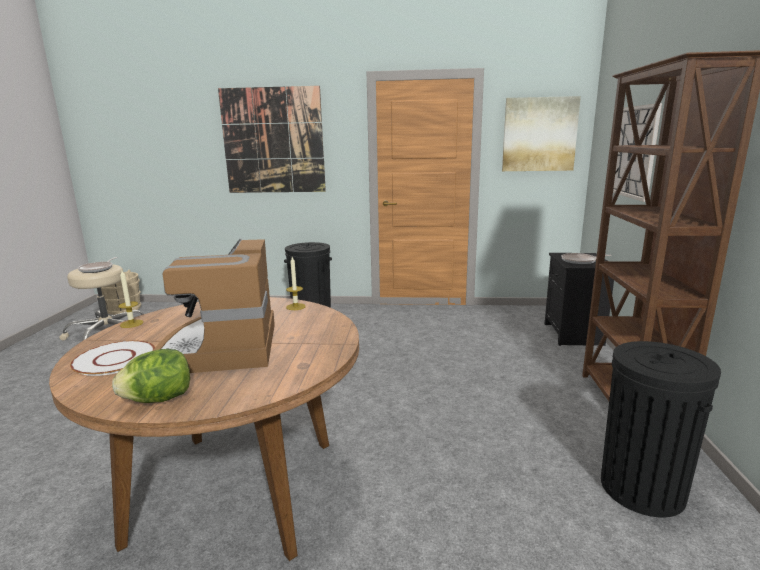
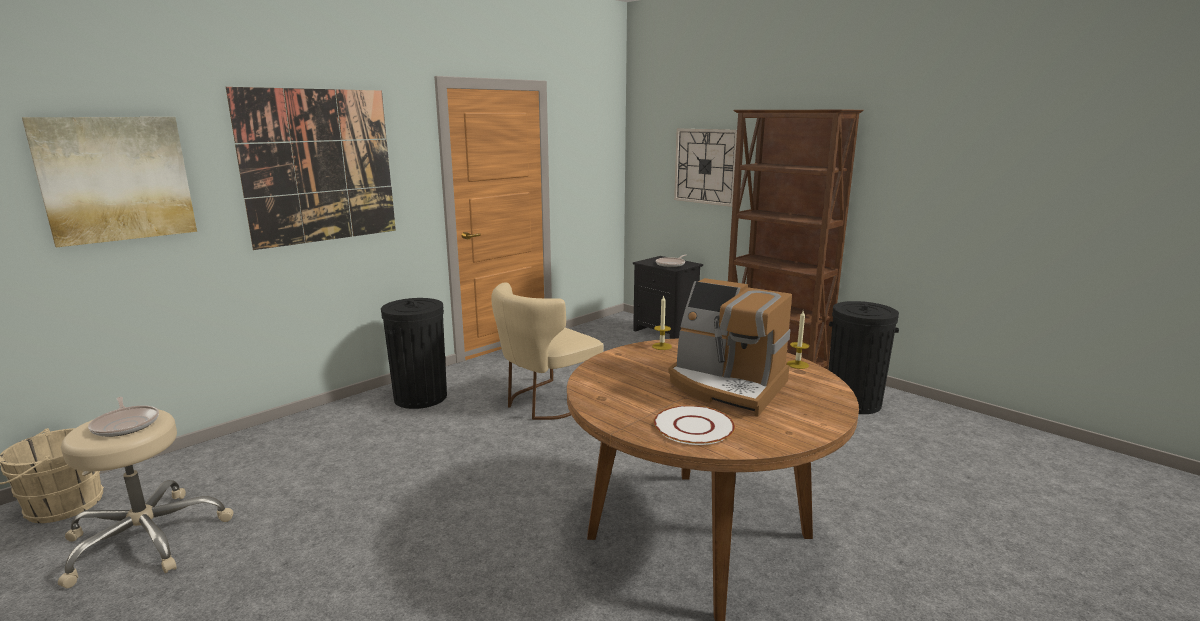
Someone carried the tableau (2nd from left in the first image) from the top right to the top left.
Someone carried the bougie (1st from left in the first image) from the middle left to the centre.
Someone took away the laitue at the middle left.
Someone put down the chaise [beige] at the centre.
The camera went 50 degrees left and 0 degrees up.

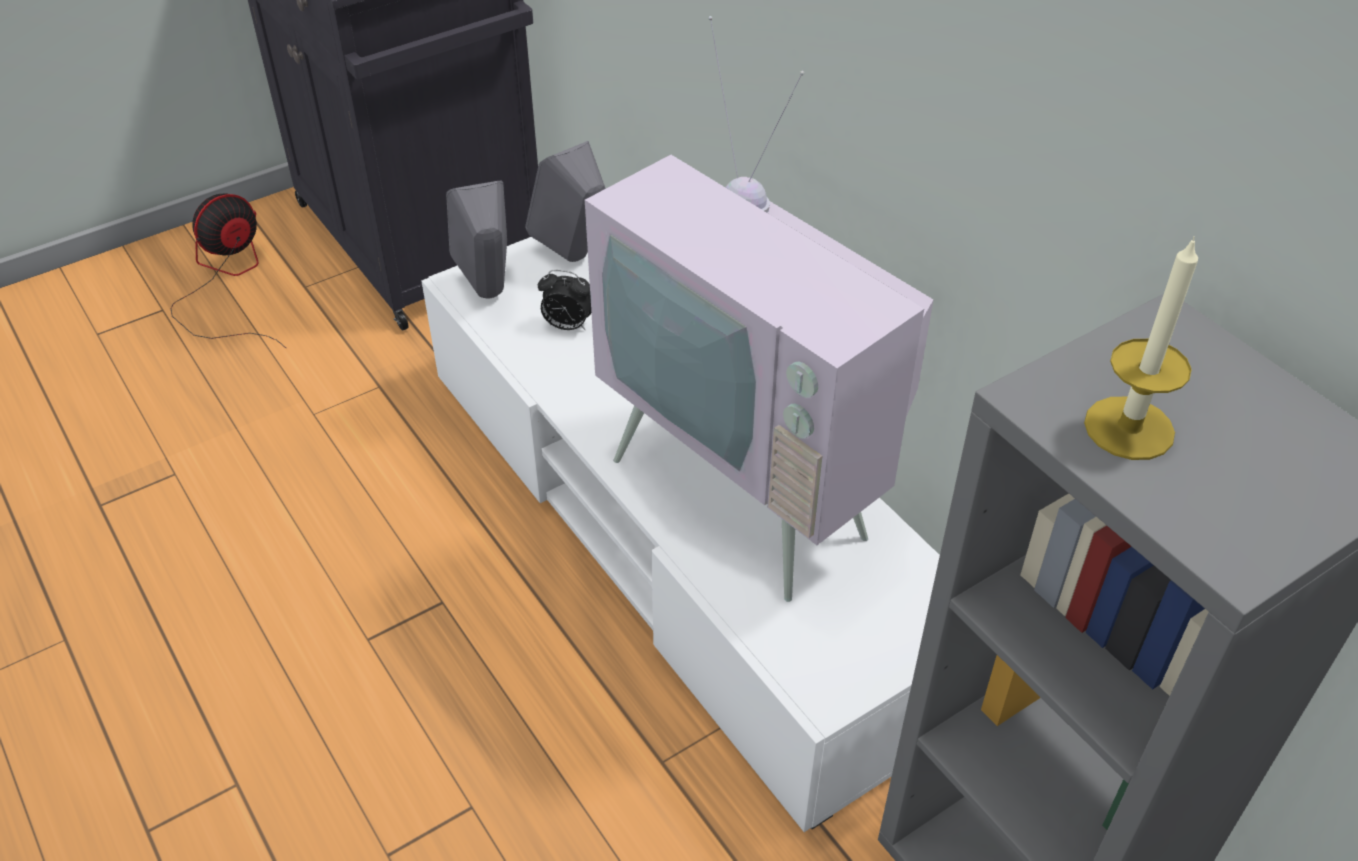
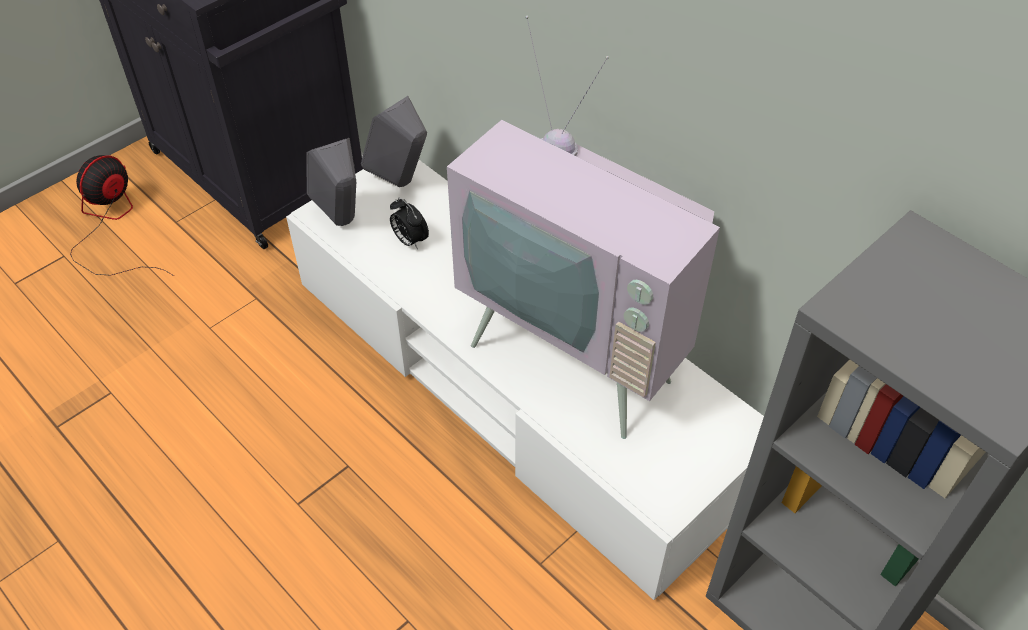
Someone took away the bougie at the middle right.
Someone rotated the réveil at the centre by 45 degrees clockwise.
The camera went 10 degrees left and 5 degrees up.

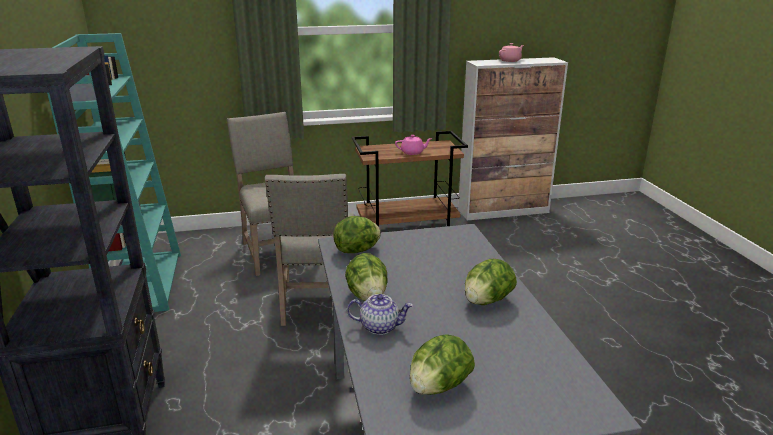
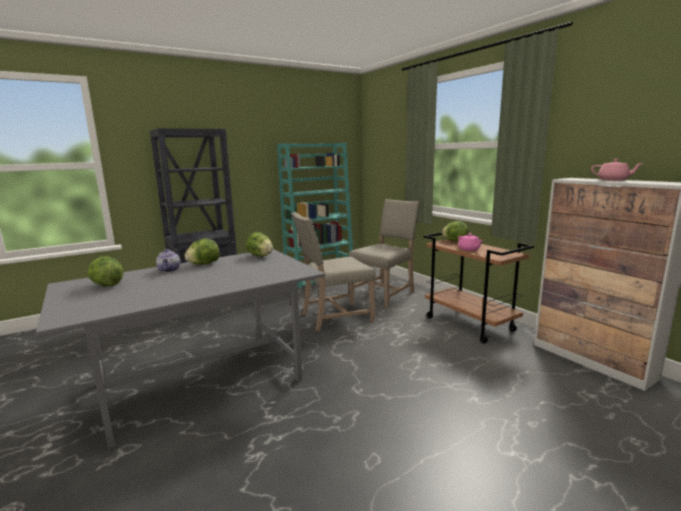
Someone carried the laitue (4th from left) from the centre to the middle right.
The camera went 70 degrees right and 10 degrees down.

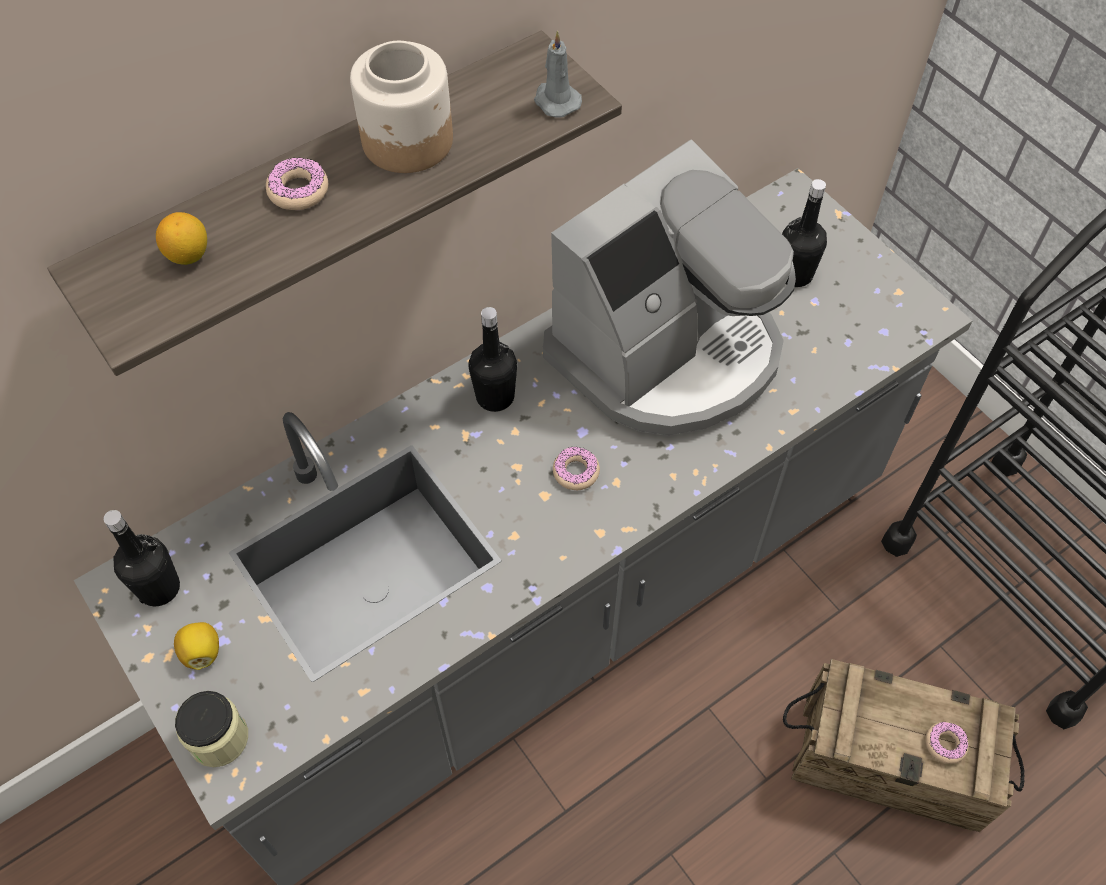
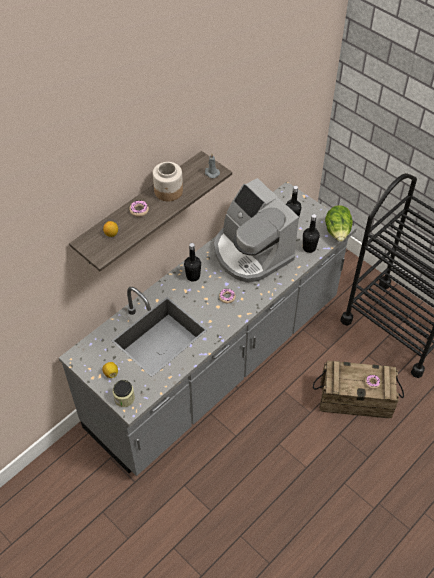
Someone rotated the machine à café at the top centre by 105 degrees clockwise.
Someone carried the bouteille [noir] (1st from left in the first image) from the middle left to the middle right.
Someone put down the laitue at the middle right.
The camera went 10 degrees left and 5 degrees down.

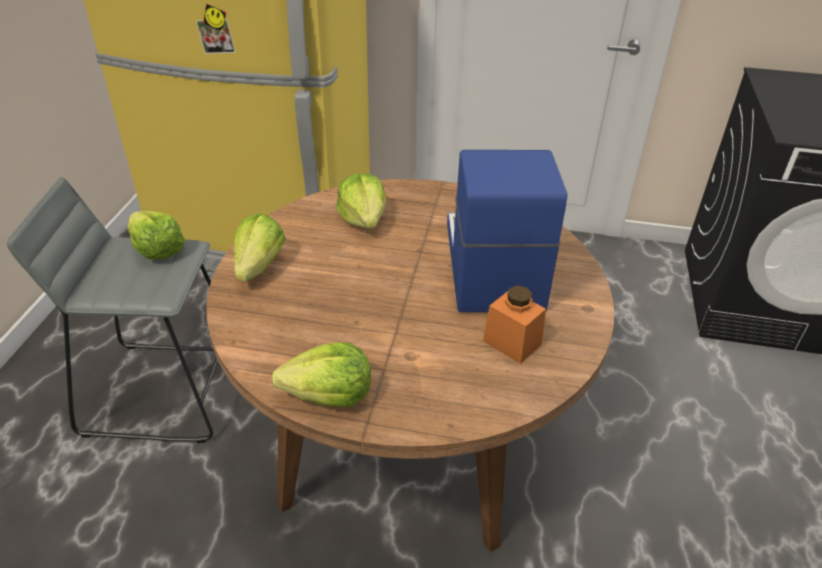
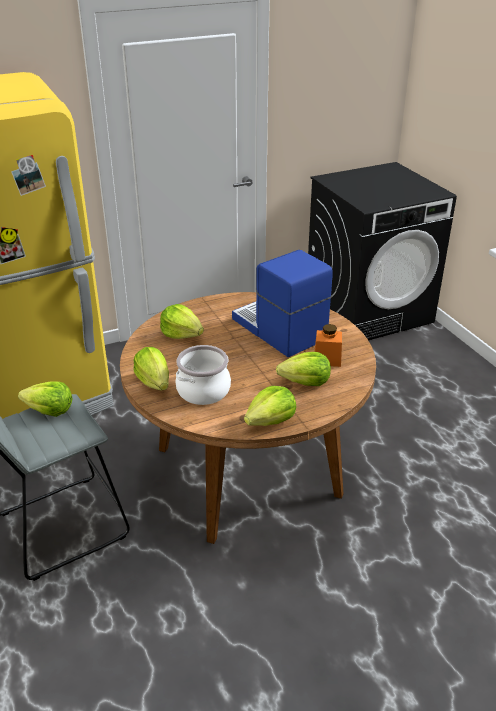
Someone put down the marmite at the centre.
Someone put down the laitue (5th from left) at the centre.
The camera went 35 degrees left and 5 degrees down.

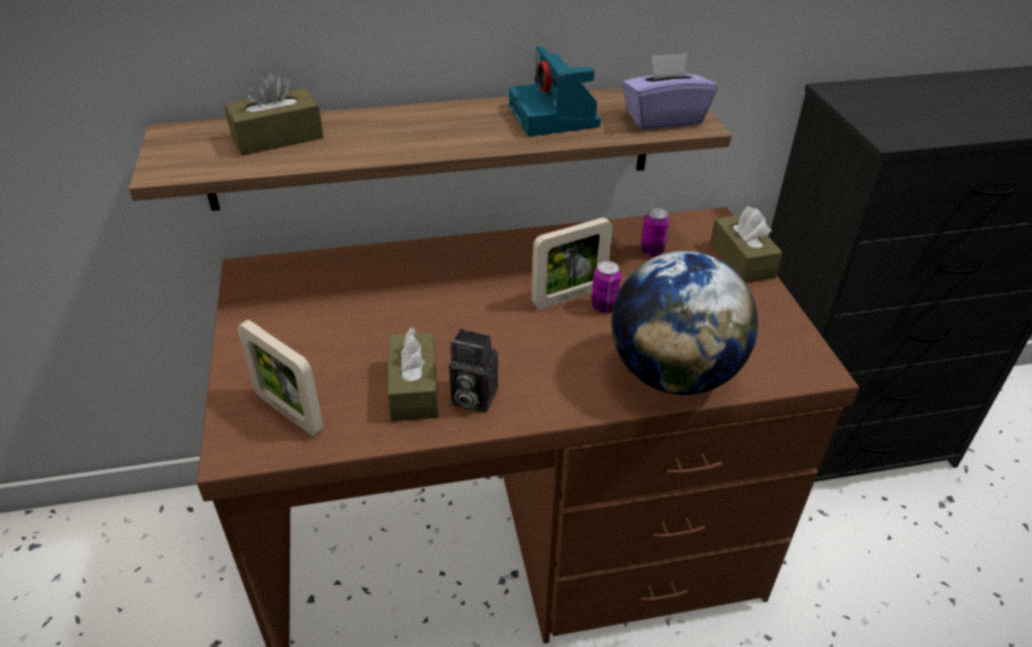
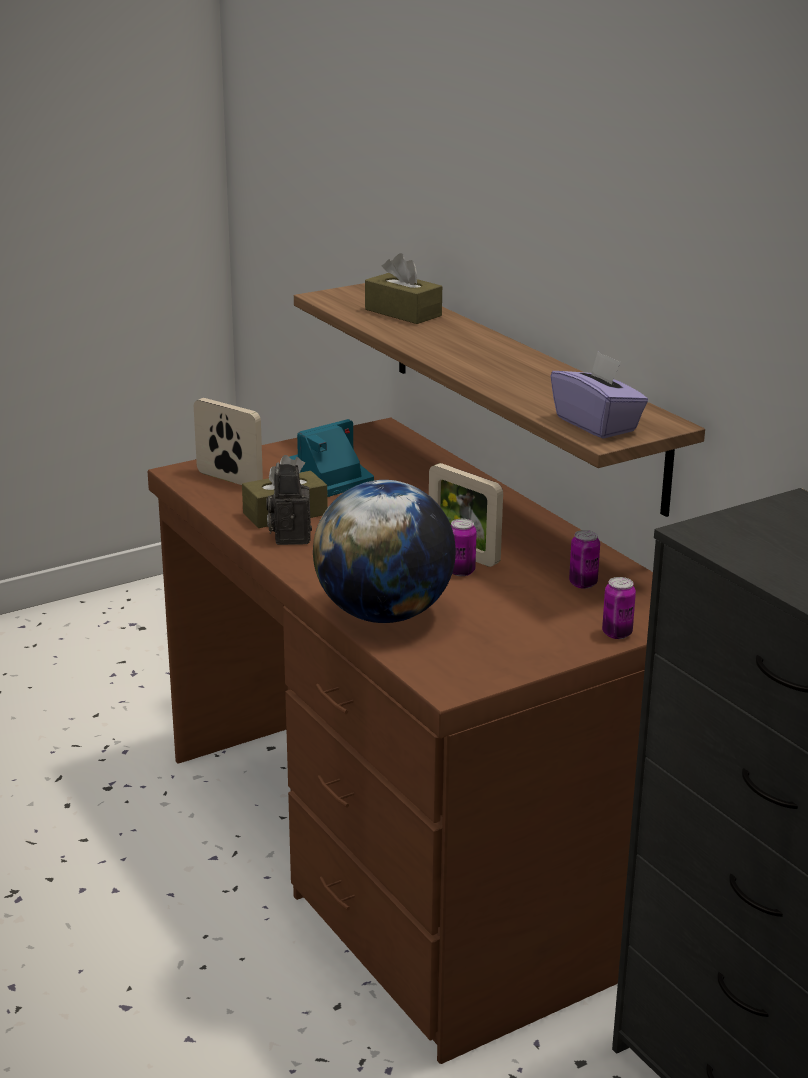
Someone carried the appareil photo (2nd from left) from the top centre to the centre.
Someone swapped the boîte à mouchoirs [marron] (3rd from left) at the middle right for the boîte métallique (3rd from left) at the middle right.
Someone rotated the cadre photo (1st from left) at the middle left by 105 degrees clockwise.
The camera went 70 degrees right and 15 degrees down.

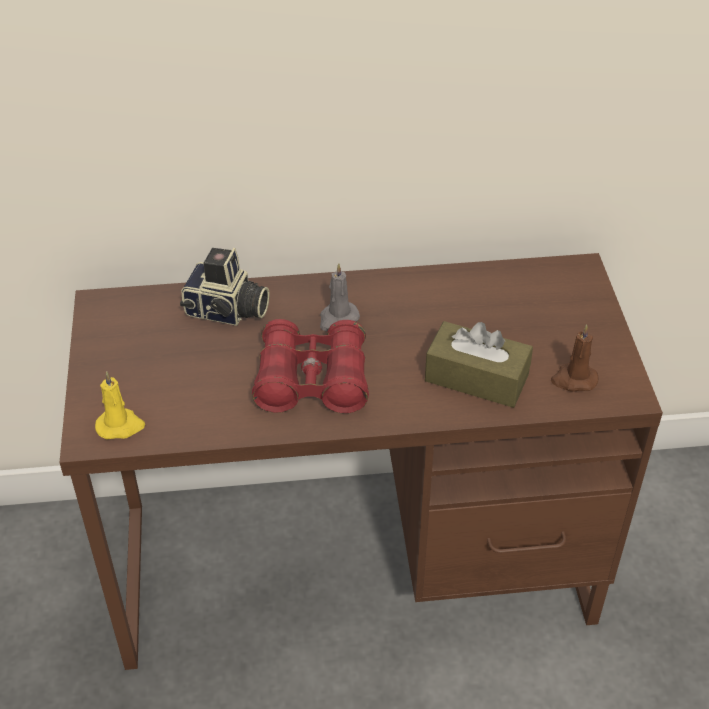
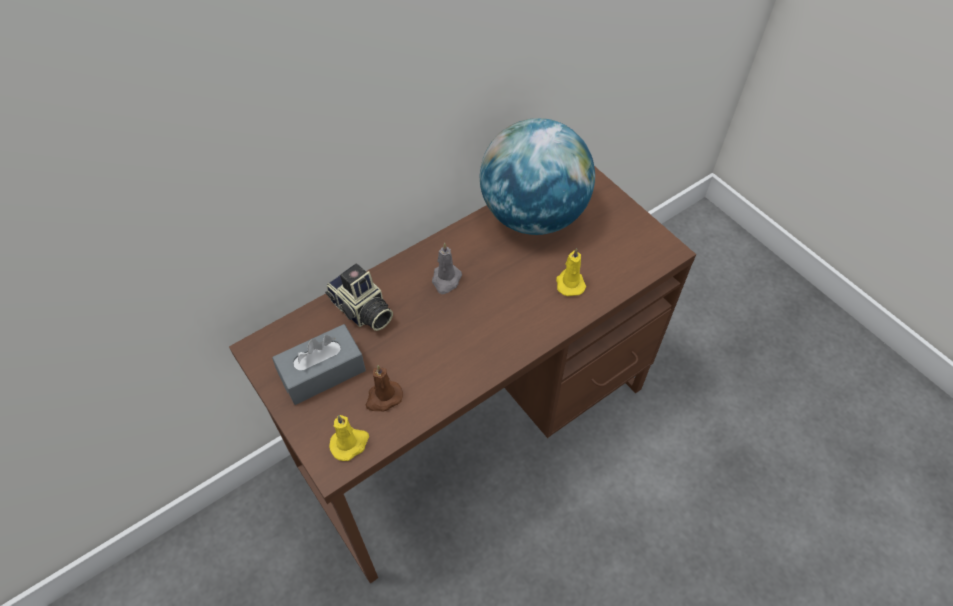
Someone rotated the appareil photo at the middle left by 60 degrees clockwise.
Someone took away the jumelles [rouge] at the centre.
Someone swapped the boîte à mouchoirs [marron] at the middle right for the bougie [jaune] (2nd from left) at the centre.
Someone carried the bougie [marron] from the middle right to the centre.
Someone put down the globe at the top centre.
Someone put down the boîte à mouchoirs [gris] at the centre.
The camera went 30 degrees left and 10 degrees up.

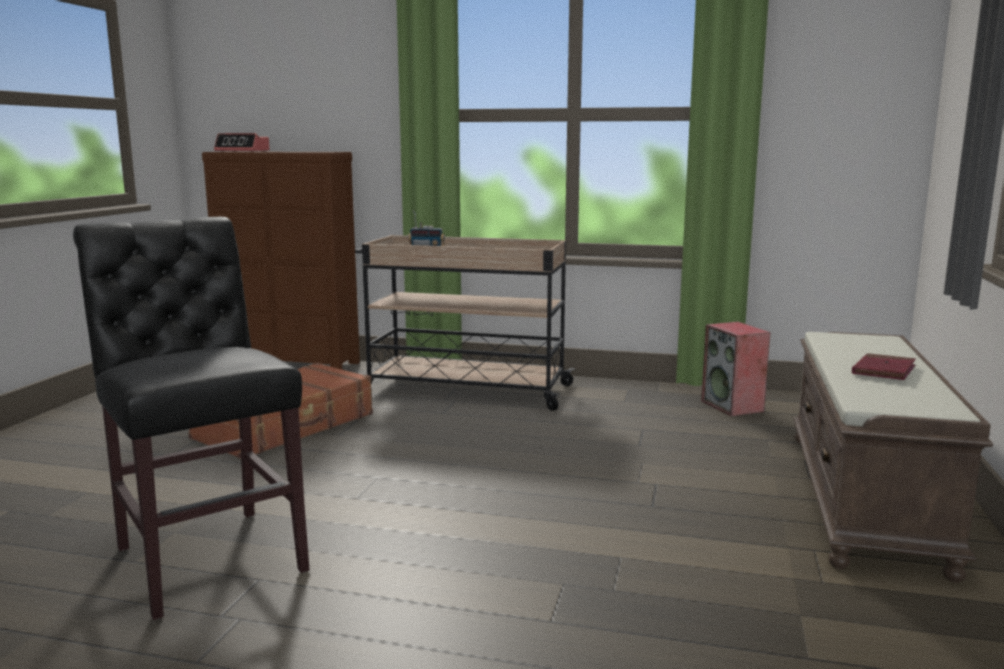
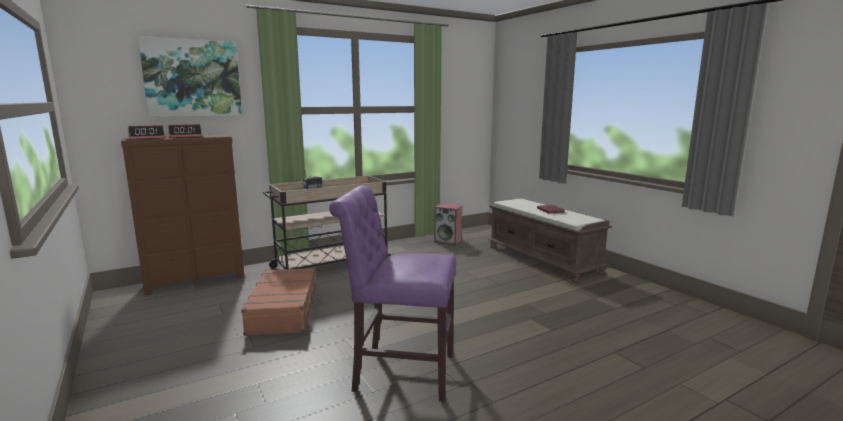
Someone repainted the chaise [noir] at the middle left, which became the chaise [violet] at the bottom centre.
Someone put up the tableau at the top left.
Someone put down the réveil (2nd from left) at the top left.
The camera went 45 degrees left and 0 degrees up.

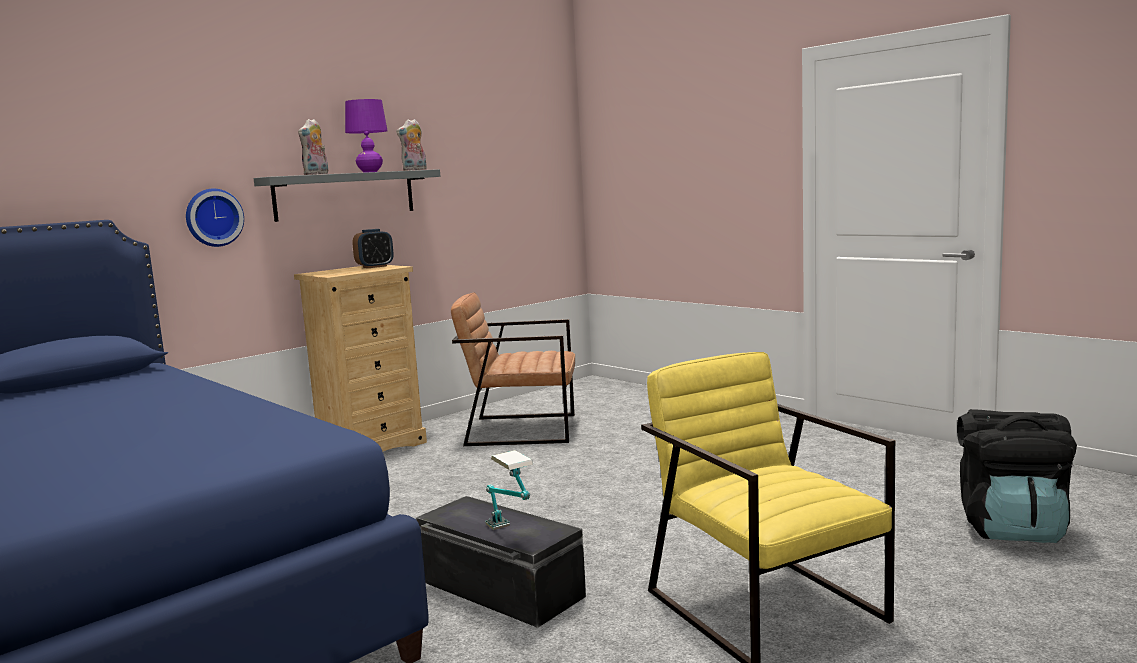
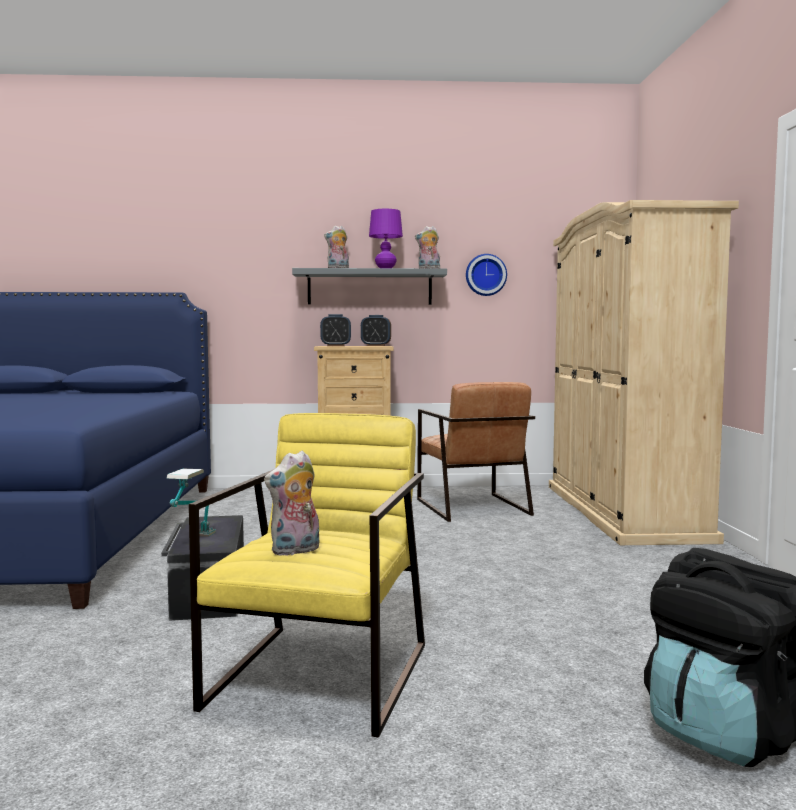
Someone carried the horloge murale from the top left to the centre.
Someone rotated the fauteuil [marron] at the centre by 150 degrees counterclockwise.
Someone put down the armoire [beige] at the middle right.
Someone put down the réveil (1st from left) at the centre.
Someone put down the peluche (1st from left) at the centre.
The camera went 40 degrees right and 5 degrees down.

